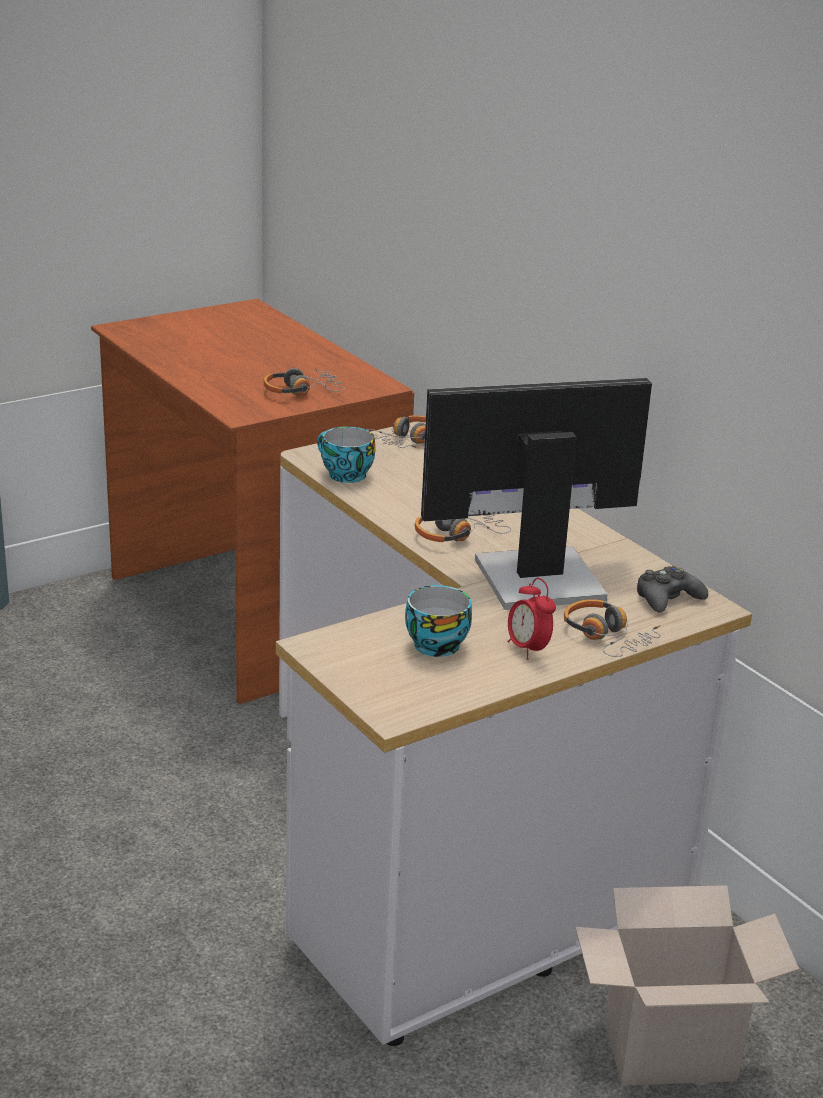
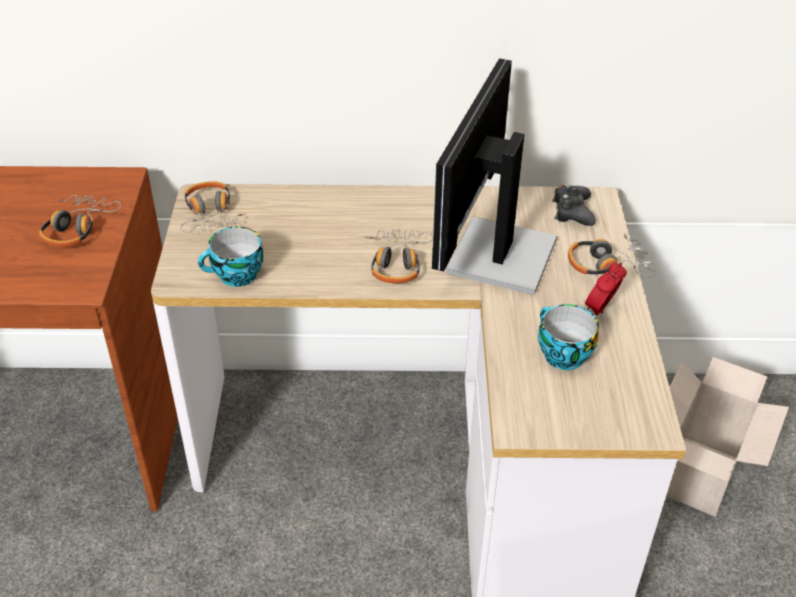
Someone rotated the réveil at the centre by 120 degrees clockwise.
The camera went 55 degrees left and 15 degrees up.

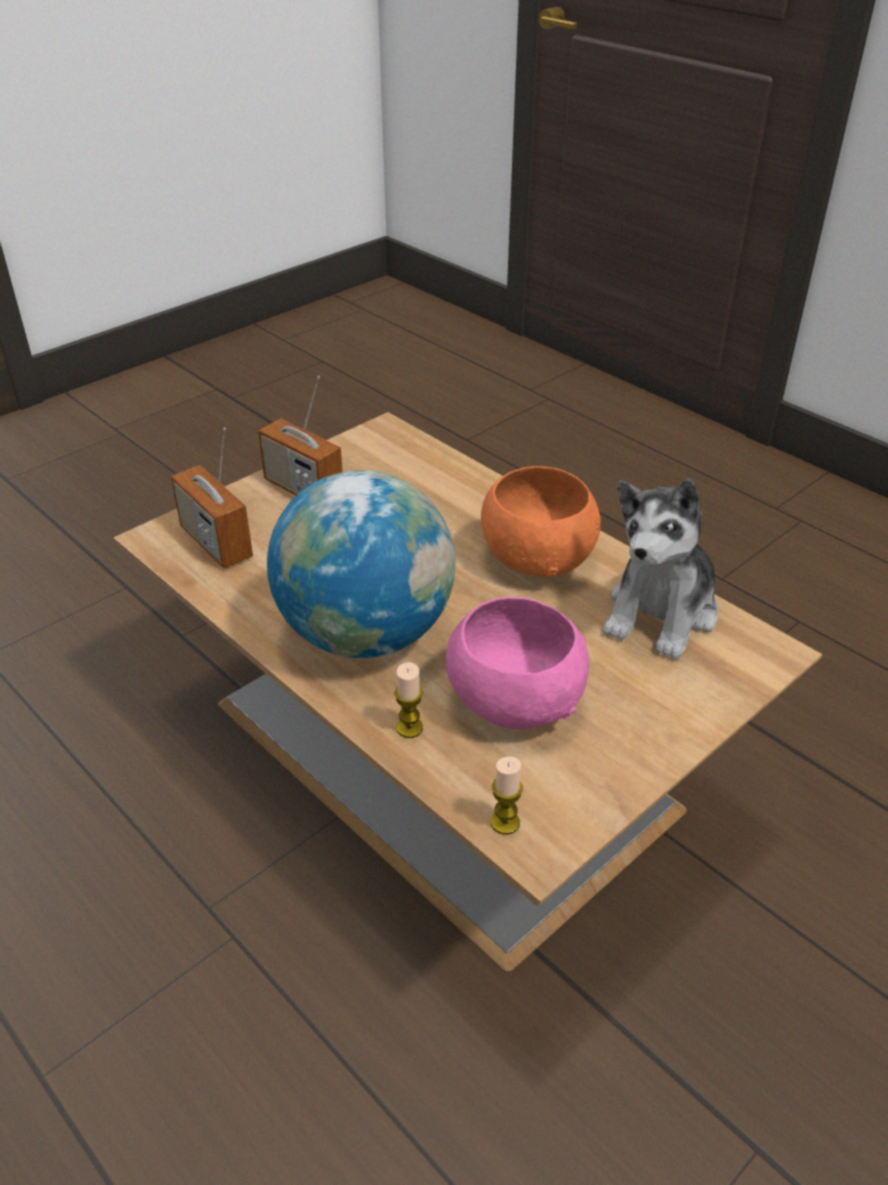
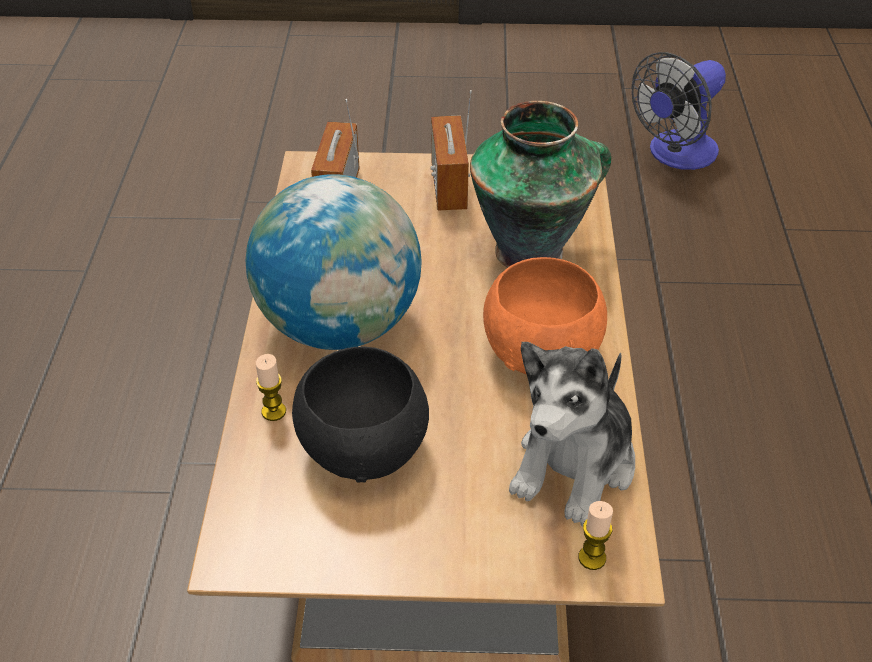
Someone rotated the peluche at the middle right by 45 degrees counterclockwise.
Someone repainted the bol [rose] at the centre, which became the bol [noir] at the centre.
Someone carried the bougie (2nd from left) from the bottom centre to the bottom right.
Someone put down the ventilateur at the top right.
Someone put down the vase at the top centre.
The camera went 45 degrees right and 5 degrees up.

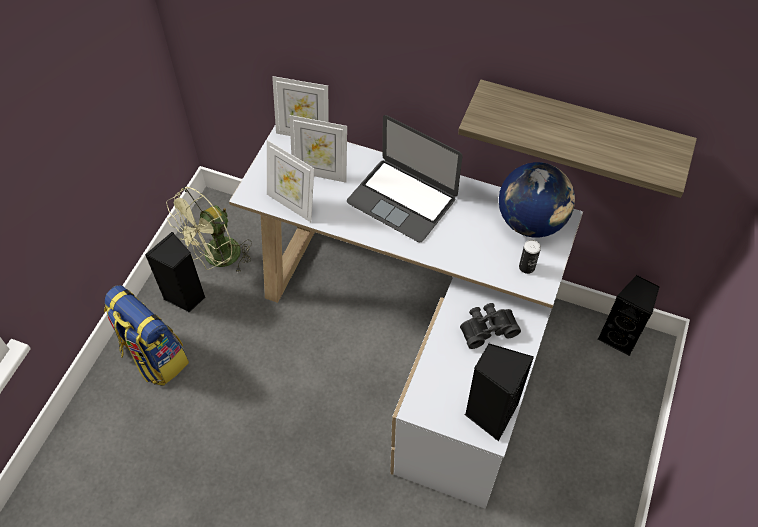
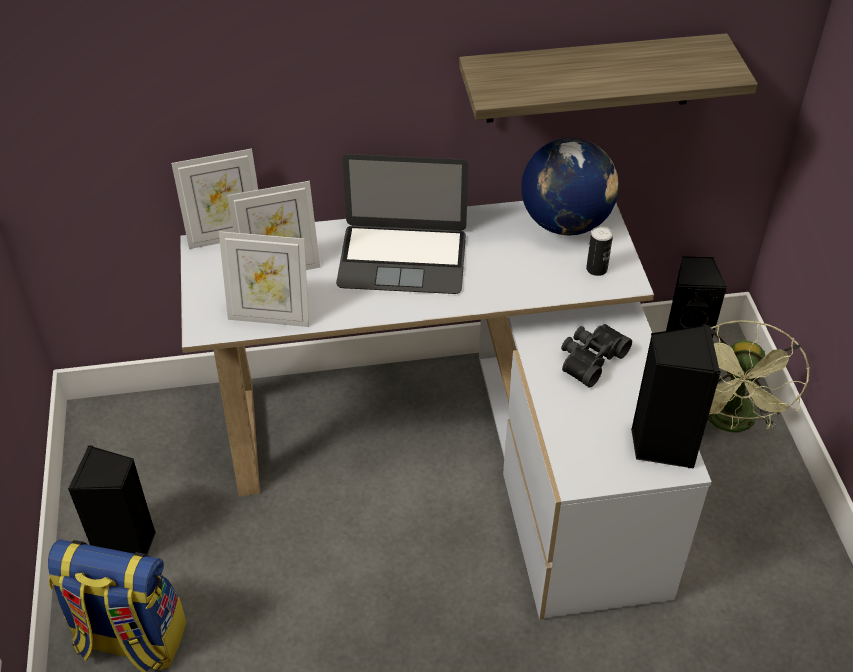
Someone carried the ventilateur [vert] from the middle left to the middle right.
The camera went 30 degrees left and 10 degrees down.

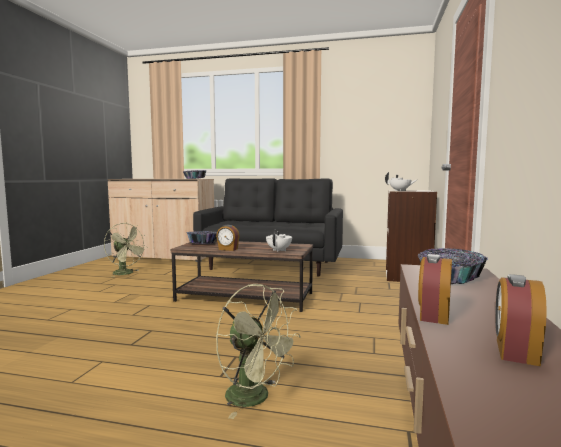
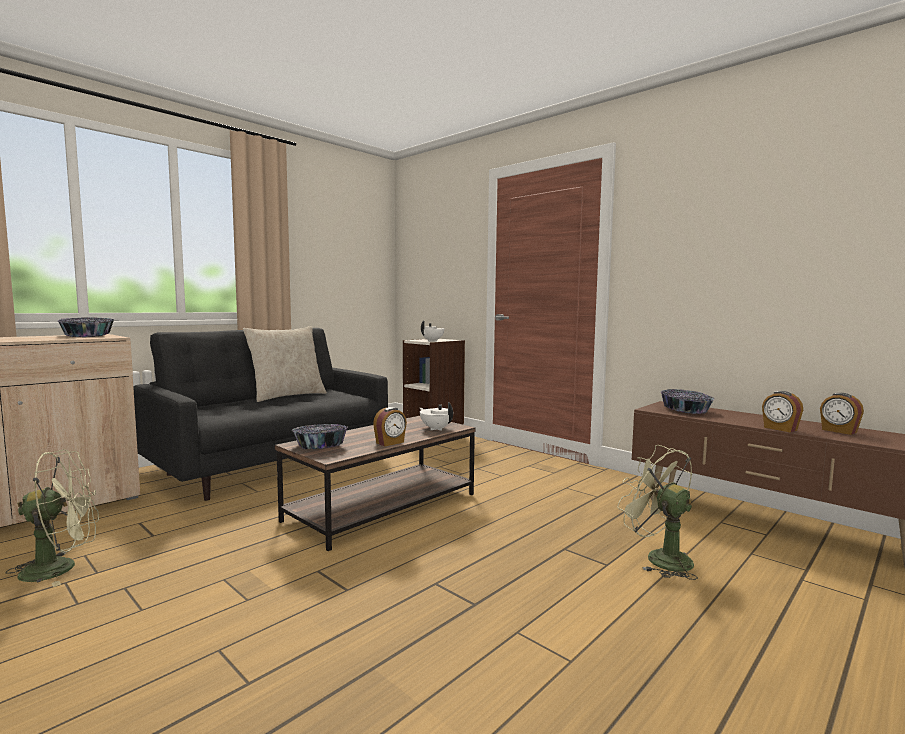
Someone rotated the ventilateur [vert] (2nd from left) at the bottom centre by 105 degrees counterclockwise.
Someone put down the coussin [beige] at the middle left.
The camera went 60 degrees left and 0 degrees up.

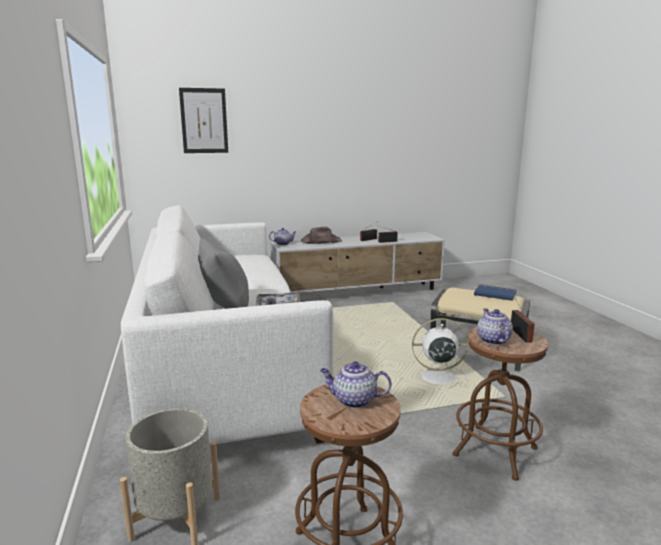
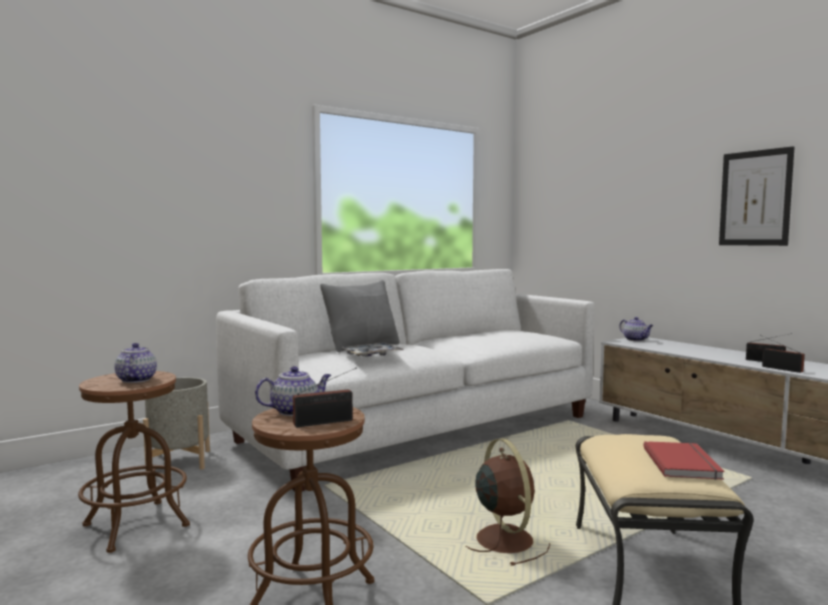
Someone carried the tableau from the top left to the top right.
Someone took away the chapeau [marron] at the centre.
Someone repainted the livre [bleu] at the middle right, which became the livre [rouge] at the bottom right.
Someone repainted the ventilateur [blanc] at the centre, which became the ventilateur [marron] at the bottom centre.
The camera went 70 degrees right and 10 degrees down.

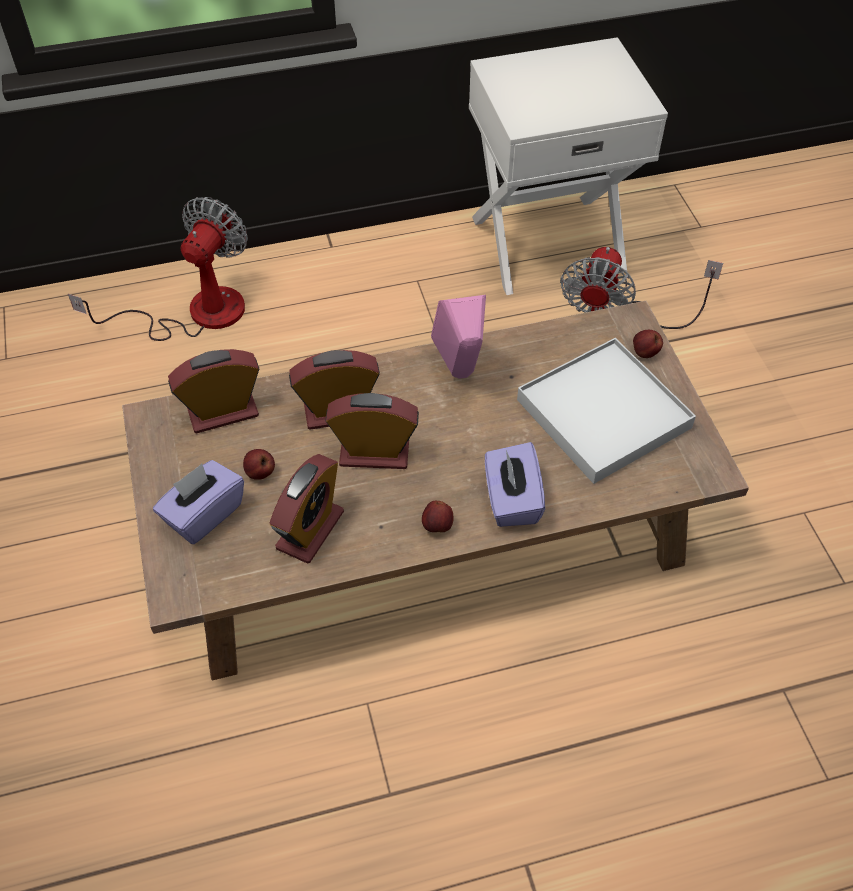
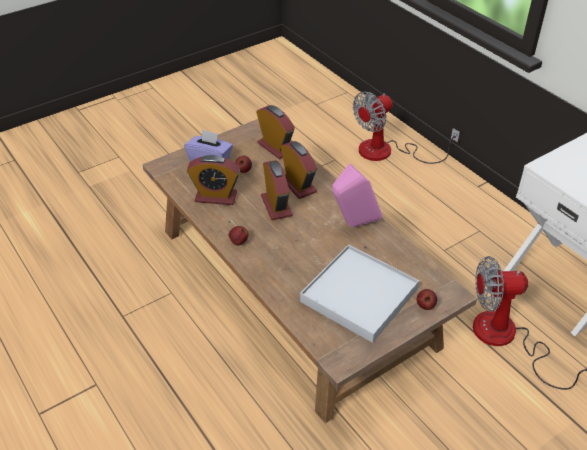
Someone rotated the ventilateur (1st from left) at the top left by 135 degrees clockwise.
Someone took away the boîte à mouchoirs [violet] (2nd from left) at the centre.
The camera went 70 degrees right and 10 degrees down.

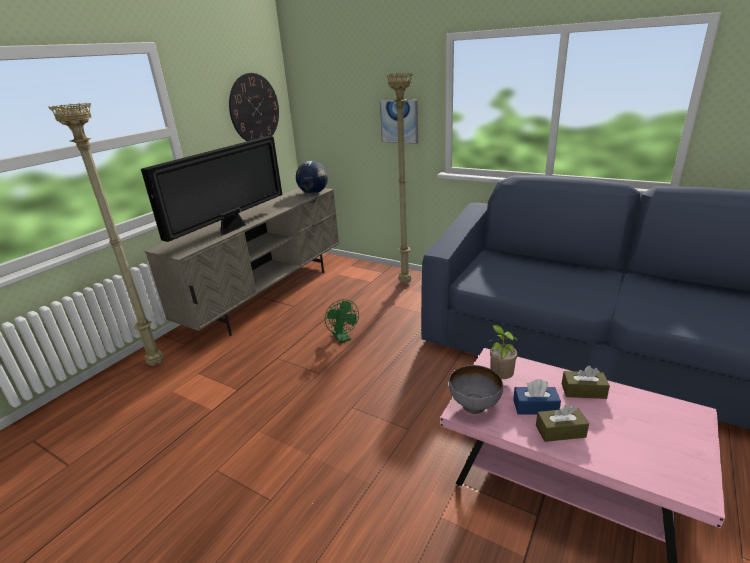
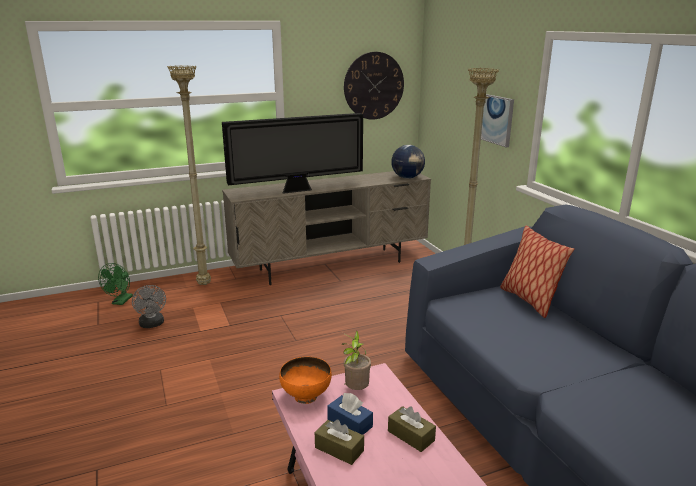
Someone carried the ventilateur [vert] from the centre to the middle left.
Someone repainted the bol [gris] at the bottom centre, which became the bol [orange] at the bottom centre.
Someone put down the coussin at the middle right.
Someone put down the ventilateur [gris] at the middle left.
The camera went 35 degrees right and 5 degrees down.

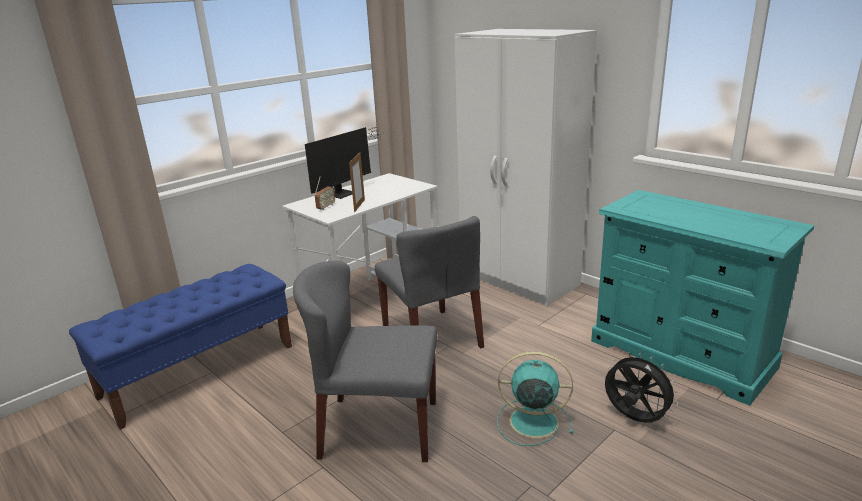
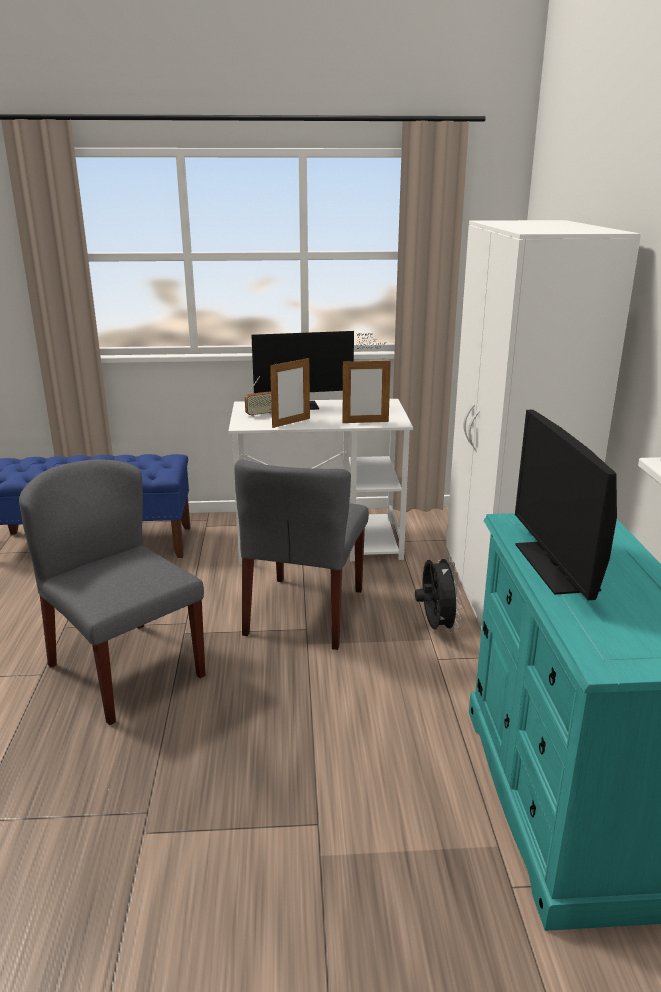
Someone took away the ventilateur [turquoise] at the bottom centre.
Someone carried the ventilateur [noir] from the bottom right to the centre.
Someone put down the cadre photo (2nd from left) at the centre.
Someone put down the écran d'ordinateur (2nd from left) at the middle right.
The camera went 40 degrees right and 0 degrees up.

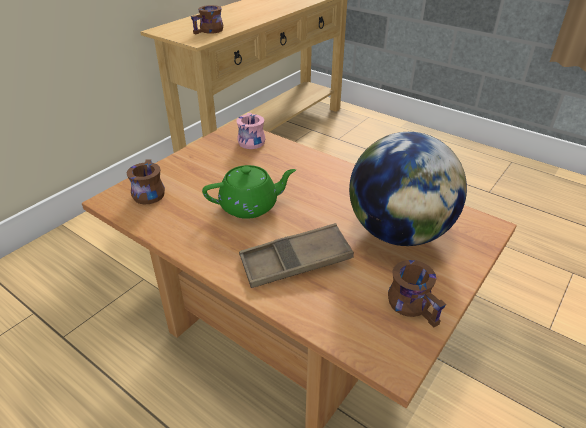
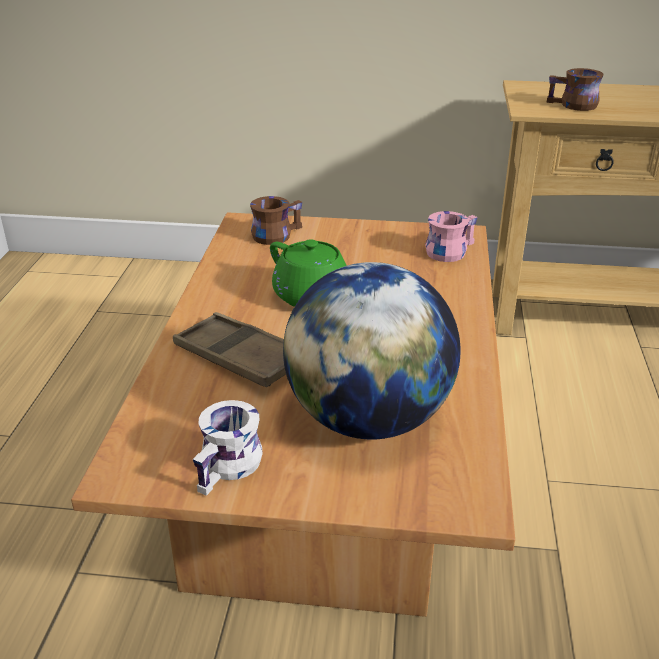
Someone repainted the mug [marron] (3rd from left) at the bottom right, which became the mug [blanc] at the bottom centre.
The camera went 60 degrees right and 5 degrees down.

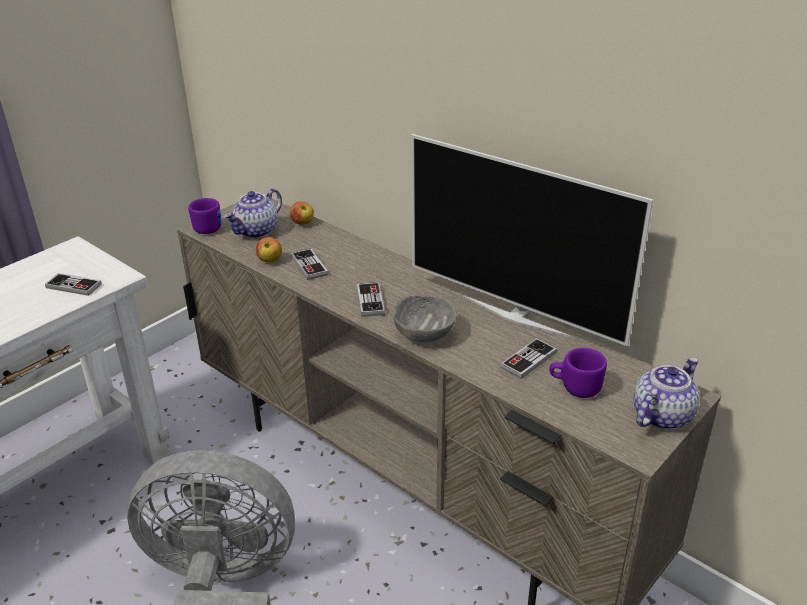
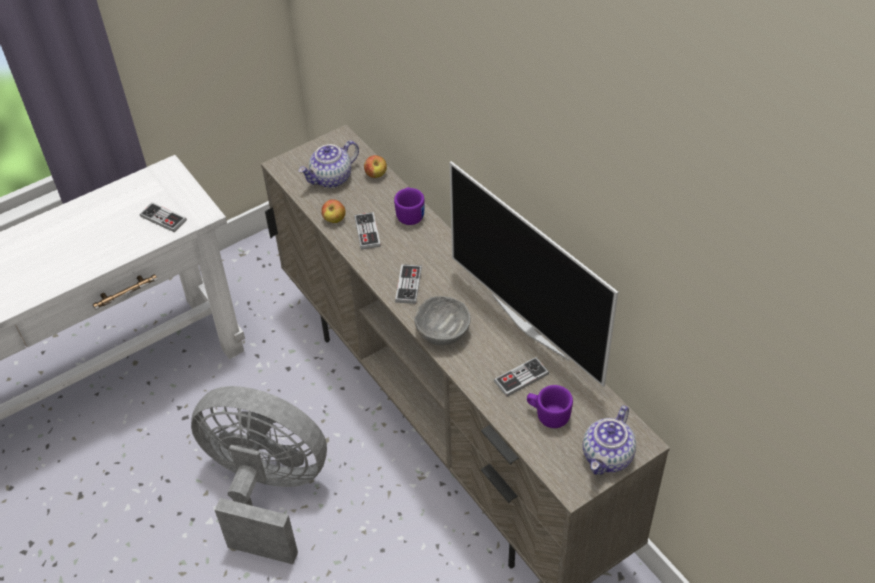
Someone carried the mug [violet] (1st from left) from the middle left to the centre.
Someone rotated the théière (2nd from left) at the middle right by 150 degrees clockwise.
The camera went 15 degrees right and 15 degrees up.

